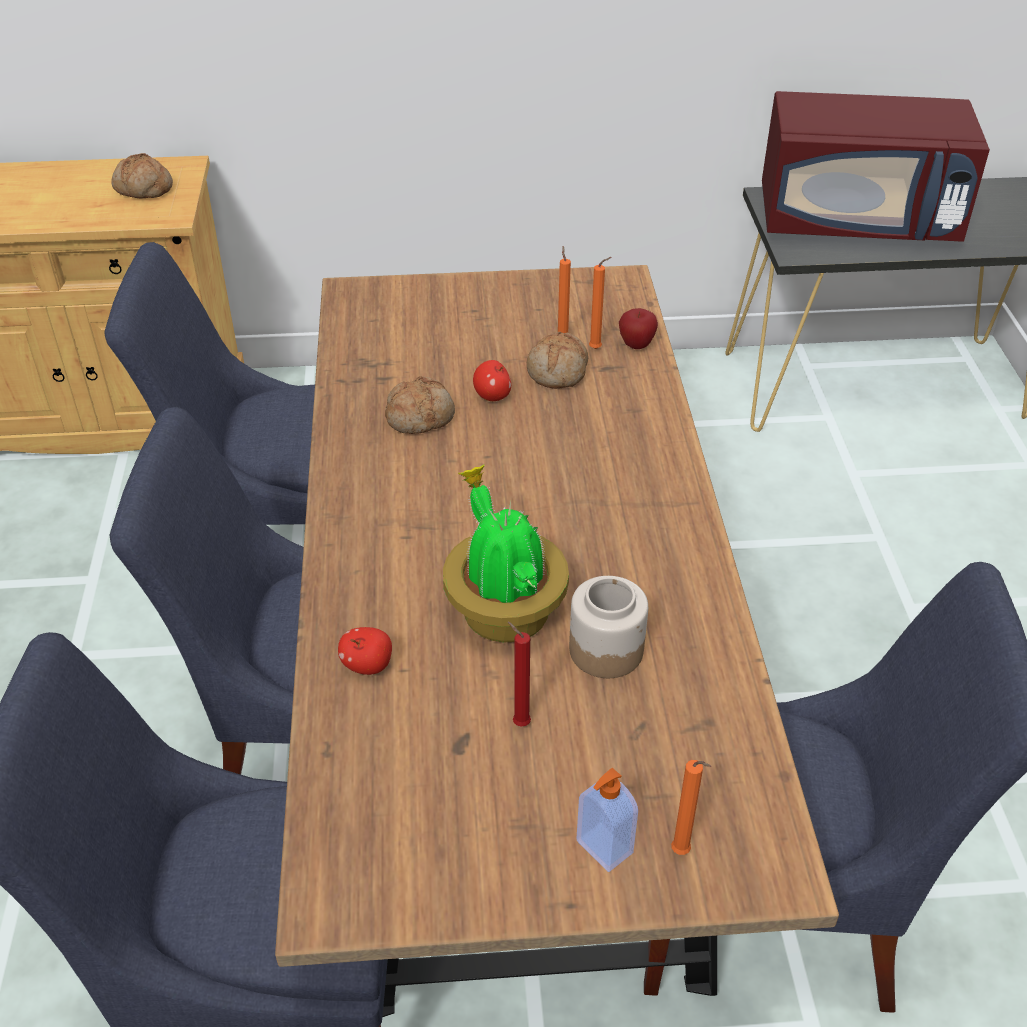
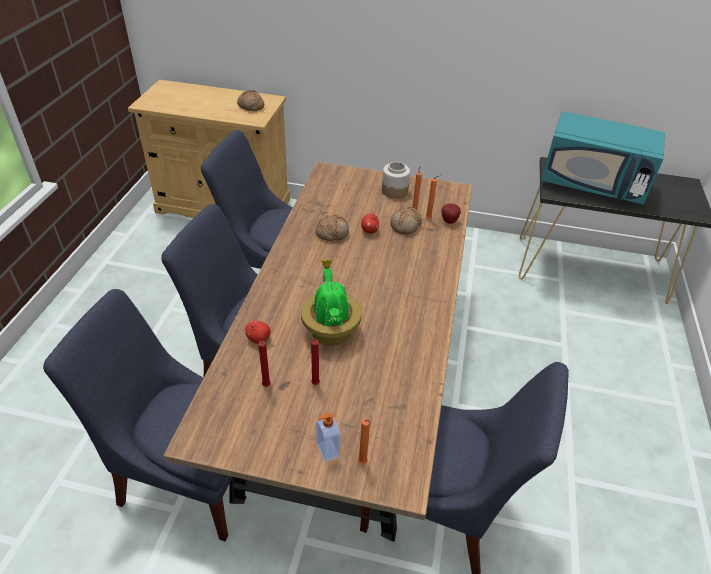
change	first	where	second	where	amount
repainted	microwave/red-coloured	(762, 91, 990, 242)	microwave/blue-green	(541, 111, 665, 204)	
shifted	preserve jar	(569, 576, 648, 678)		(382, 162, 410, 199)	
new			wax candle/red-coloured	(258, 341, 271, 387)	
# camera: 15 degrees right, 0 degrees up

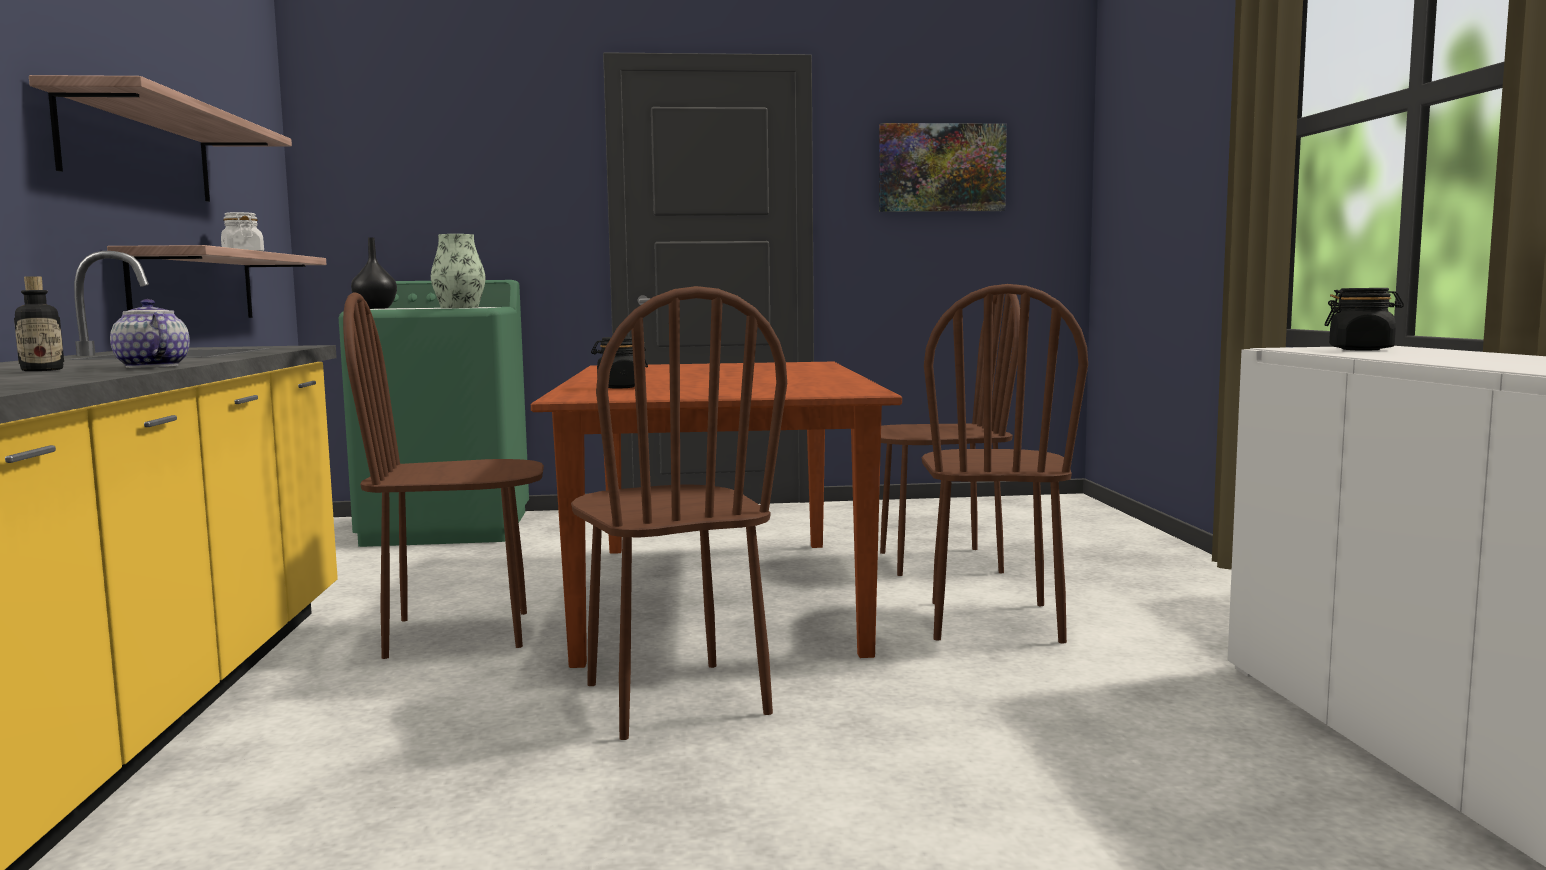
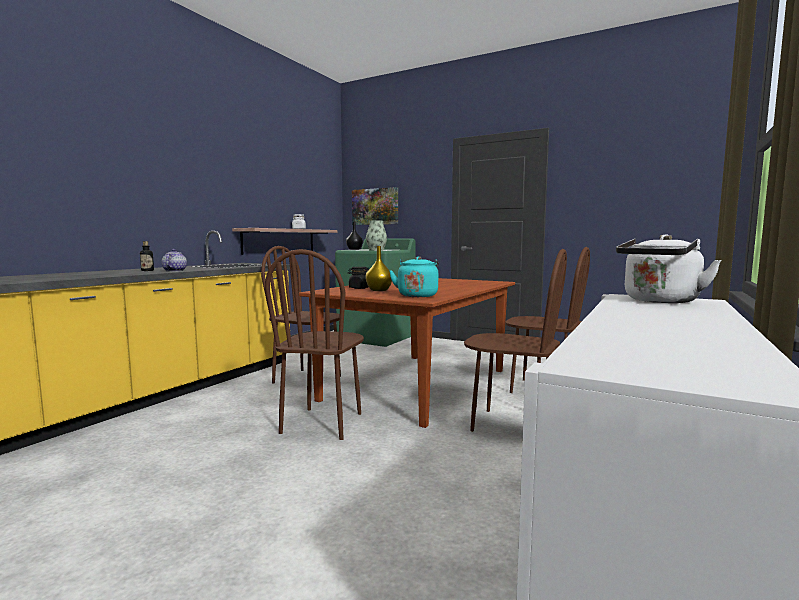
change	first	where	second	where	amount
gone	shelf	(29, 75, 292, 202)			
shifted	wall art	(879, 123, 1007, 212)		(352, 187, 398, 225)	
rotated	upright chair/brown-coloured	(922, 284, 1088, 643)		(464, 249, 567, 432)	105 degrees counterclockwise
swapped	preserve jar/black-coloured	(1324, 288, 1404, 351)	tea kettle/white	(616, 234, 721, 303)	
new			decorative vase/yellow-coloured	(365, 246, 392, 291)	
new			tea kettle/blue-green	(389, 256, 439, 297)	
# camera: 35 degrees right, 0 degrees up

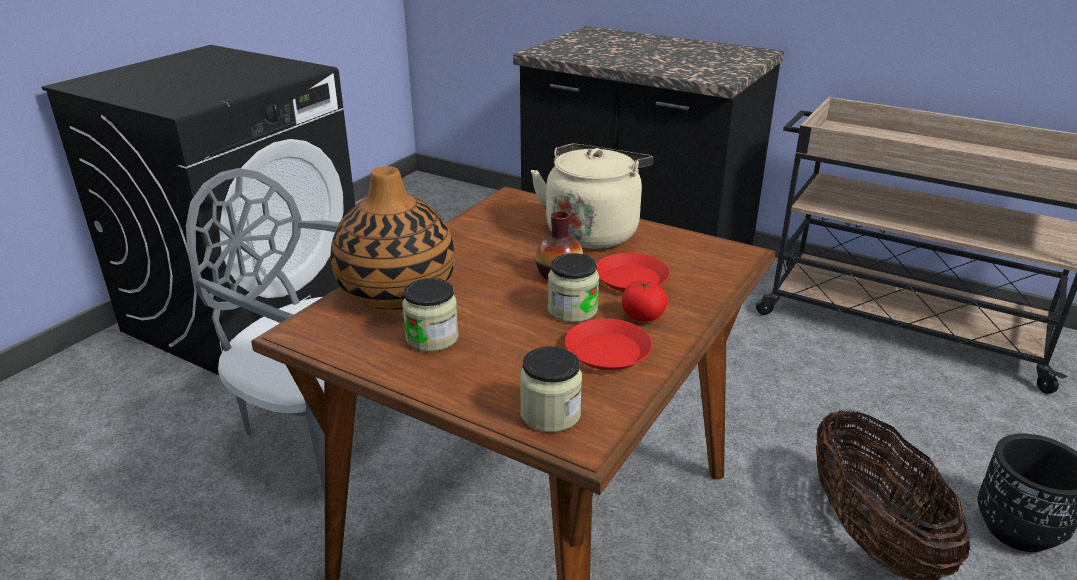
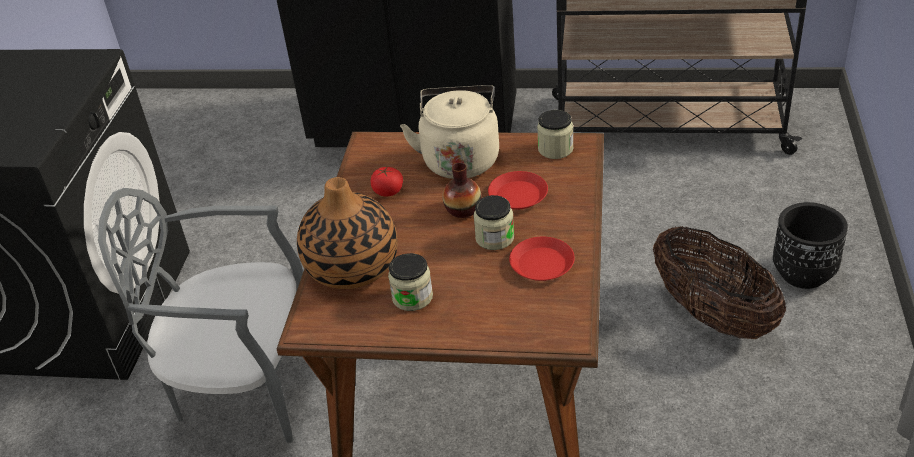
change	first	where	second	where	amount
shifted	tomato	(622, 280, 668, 322)		(371, 167, 403, 197)	
shifted	preserve jar	(520, 347, 582, 432)		(537, 110, 574, 159)	
# camera: 20 degrees left, 10 degrees up

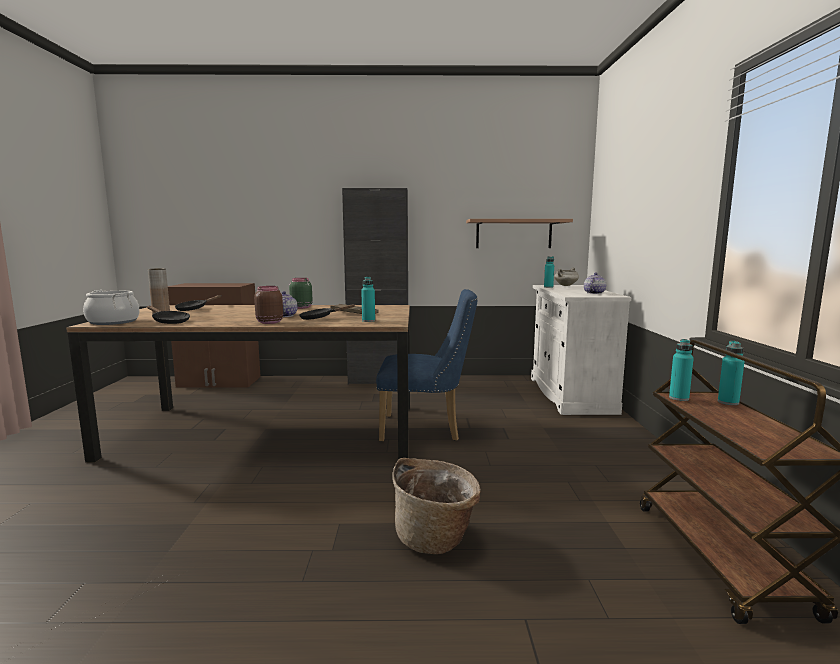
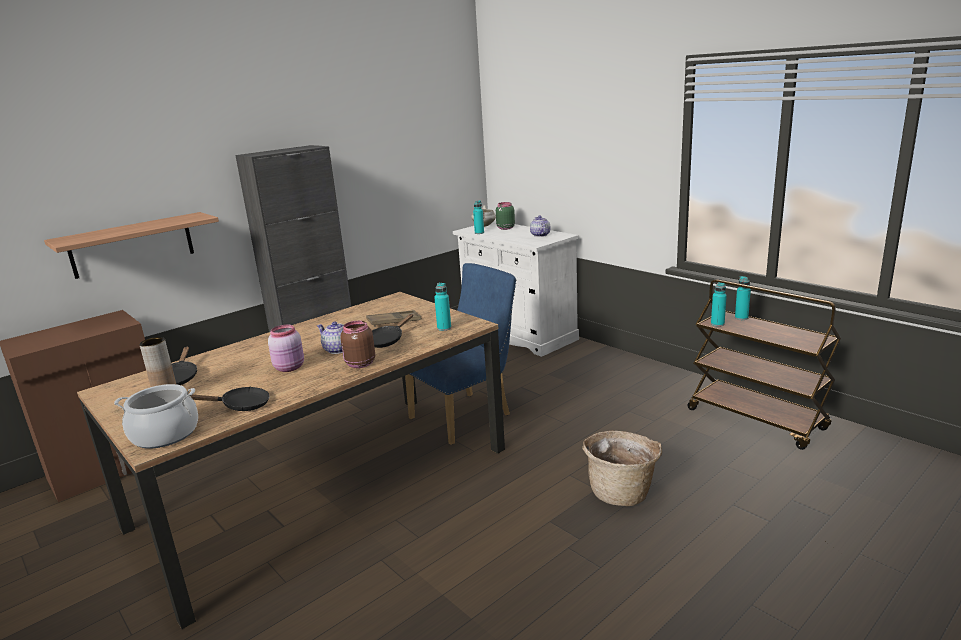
change	first	where	second	where	amount
shifted	shelf	(466, 219, 573, 248)		(44, 212, 219, 279)	
shifted	preserve jar/greenish	(289, 278, 313, 309)		(496, 202, 515, 230)	
new			preserve jar/pink	(268, 325, 304, 372)	
# camera: 40 degrees left, 10 degrees up

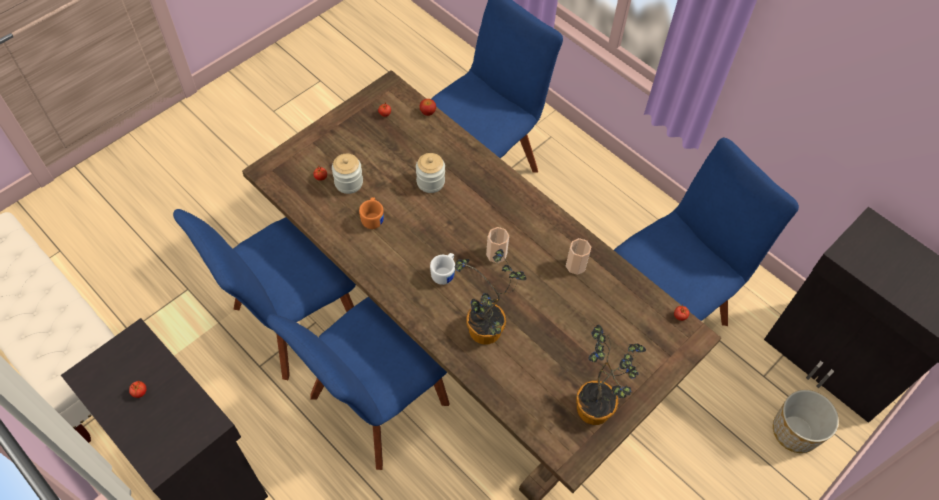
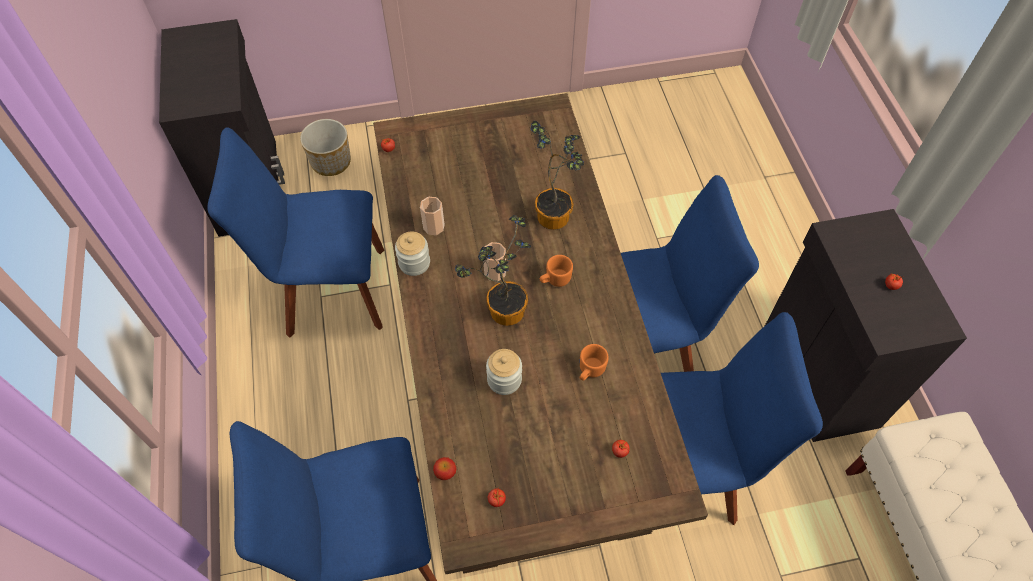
change	first	where	second	where	amount
shifted	preserve jar	(332, 154, 363, 194)		(395, 231, 430, 276)	
repainted	coffee mug/white	(430, 253, 455, 285)	coffee mug/orange-coloured	(539, 255, 573, 287)	
shifted	houseplant	(576, 324, 646, 425)		(455, 215, 531, 326)	
# camera: 145 degrees left, 0 degrees up

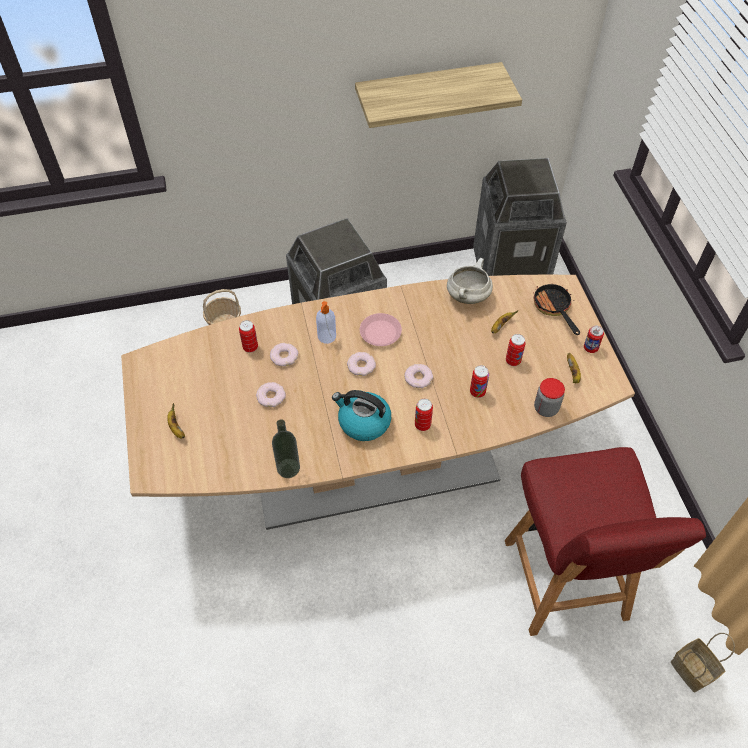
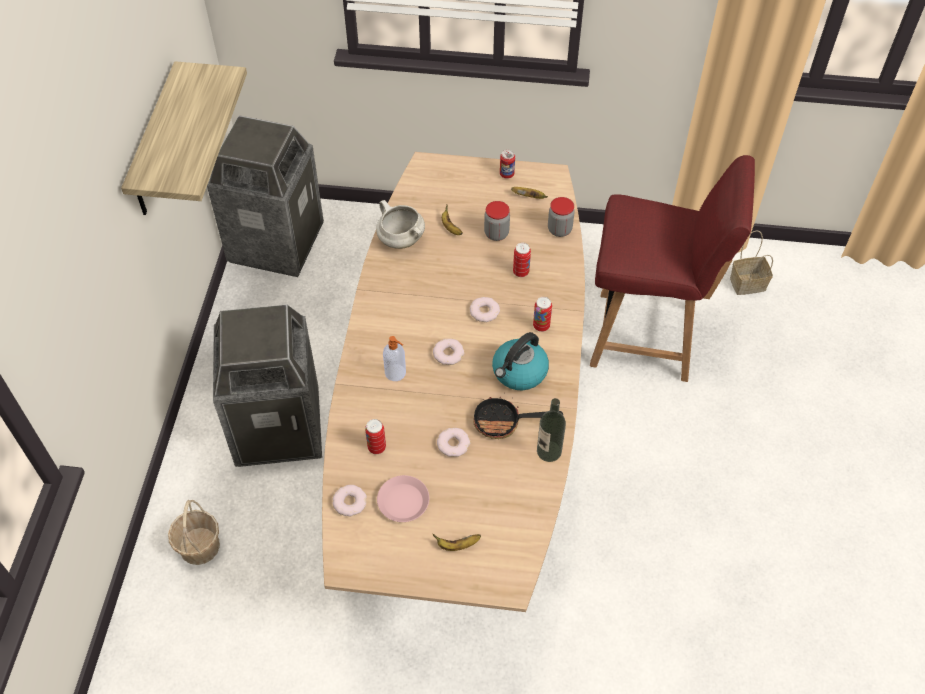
change	first	where	second	where	amount
shifted	frying pan	(533, 281, 580, 335)		(473, 397, 563, 439)	
shifted	flat dish/pink	(360, 313, 402, 346)		(377, 475, 429, 522)	
swapped	sealed can	(506, 334, 526, 366)	preserve jar	(484, 201, 510, 241)	
shifted	ring doughnut	(270, 343, 298, 366)		(333, 485, 367, 516)	
# camera: 70 degrees left, 0 degrees up

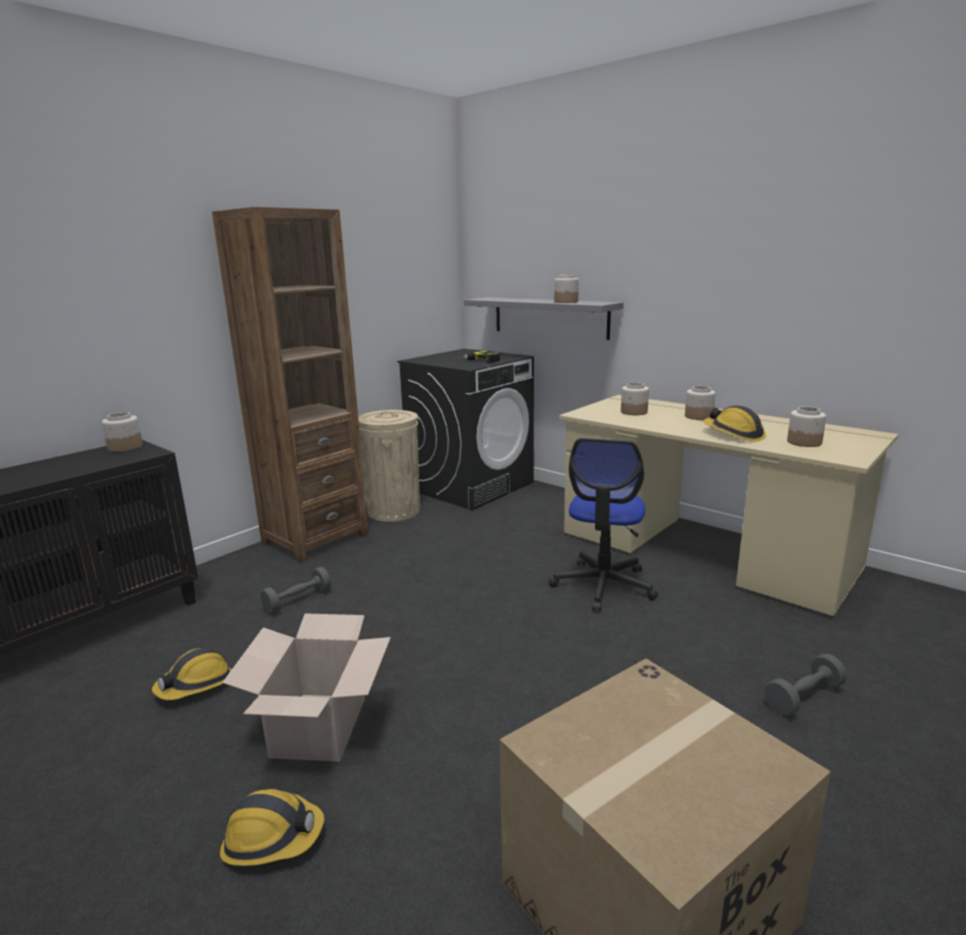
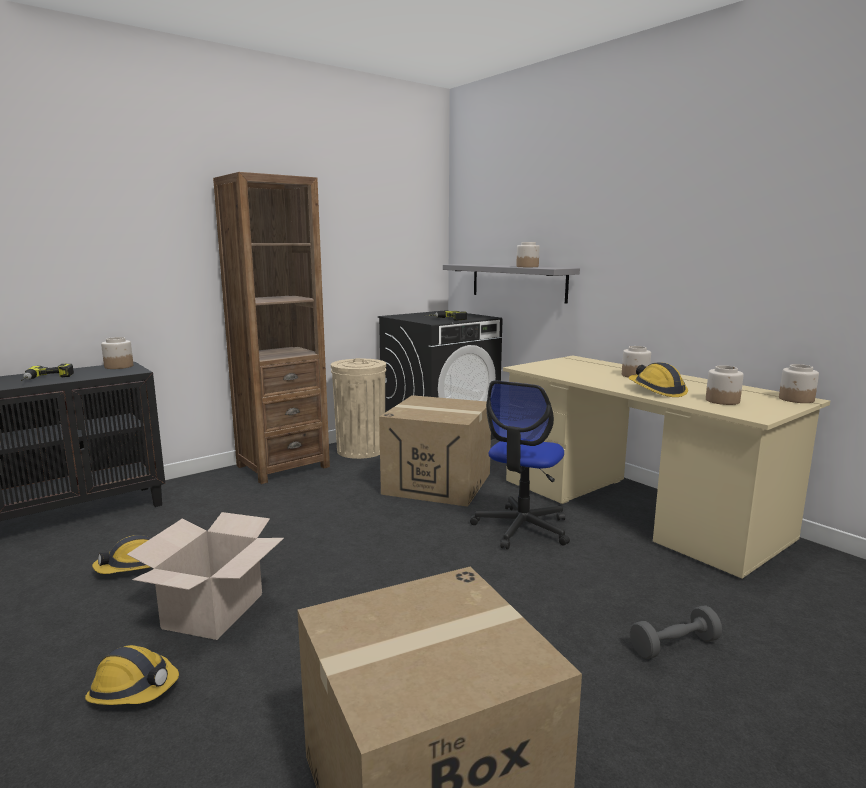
change	first	where	second	where	amount
shifted	preserve jar	(621, 382, 649, 415)		(779, 364, 819, 403)	
gone	dumbbell/gray	(260, 567, 331, 614)			
new			power drill	(20, 363, 74, 381)	
new			cardboard box	(379, 395, 491, 507)	
# camera: 10 degrees right, 5 degrees down

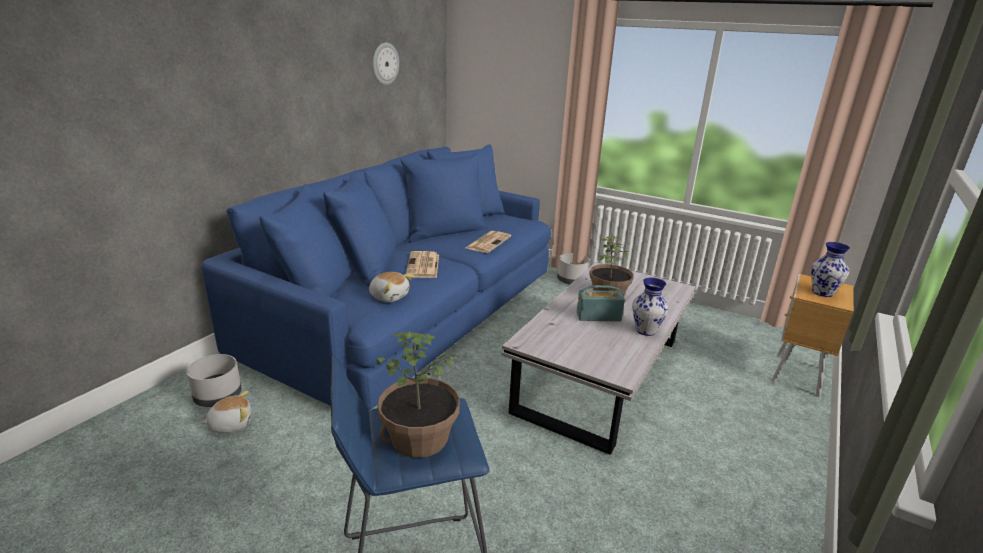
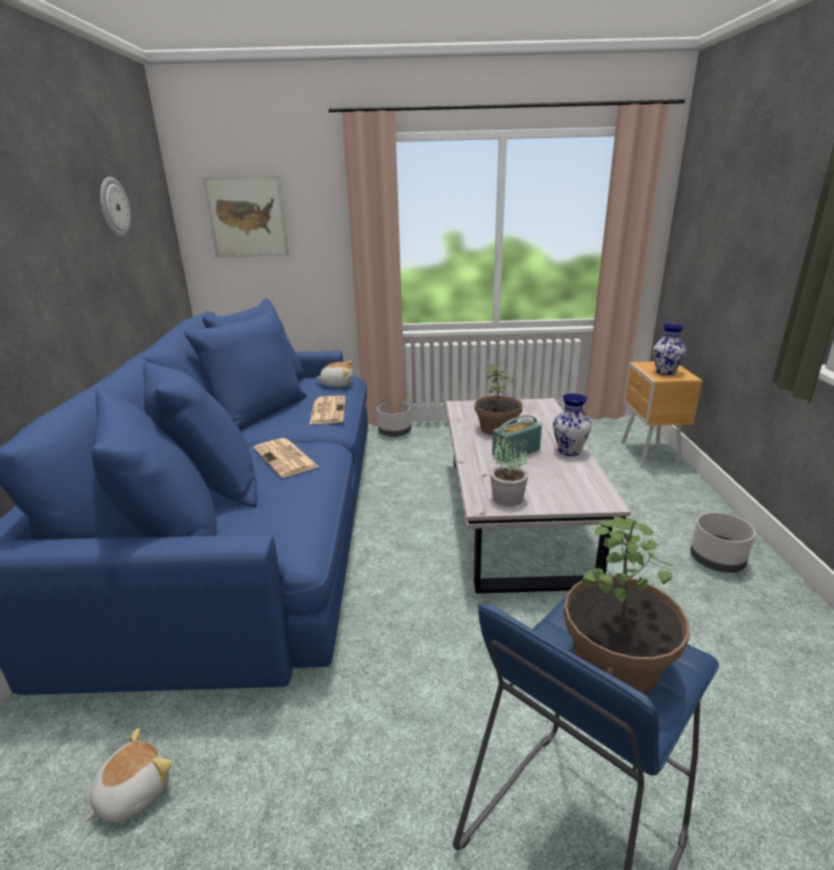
change	first	where	second	where	amount
shifted	plush toy	(369, 272, 413, 302)		(316, 361, 353, 387)	
shifted	plant pot/gray	(187, 354, 242, 407)		(690, 512, 755, 573)	
new			wall art	(202, 175, 289, 257)	
new			houseplant	(490, 435, 528, 506)	
# camera: 30 degrees left, 0 degrees up

